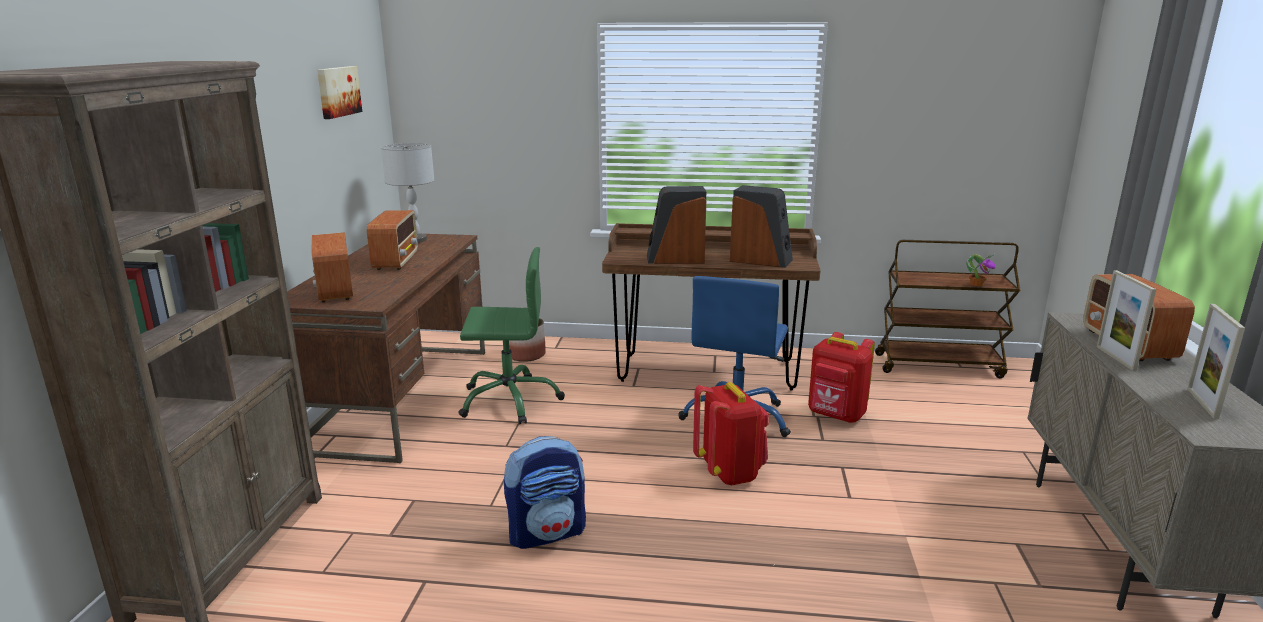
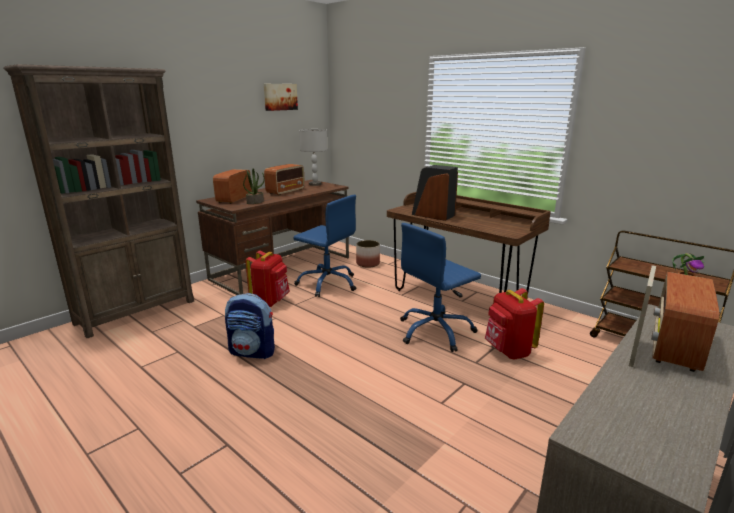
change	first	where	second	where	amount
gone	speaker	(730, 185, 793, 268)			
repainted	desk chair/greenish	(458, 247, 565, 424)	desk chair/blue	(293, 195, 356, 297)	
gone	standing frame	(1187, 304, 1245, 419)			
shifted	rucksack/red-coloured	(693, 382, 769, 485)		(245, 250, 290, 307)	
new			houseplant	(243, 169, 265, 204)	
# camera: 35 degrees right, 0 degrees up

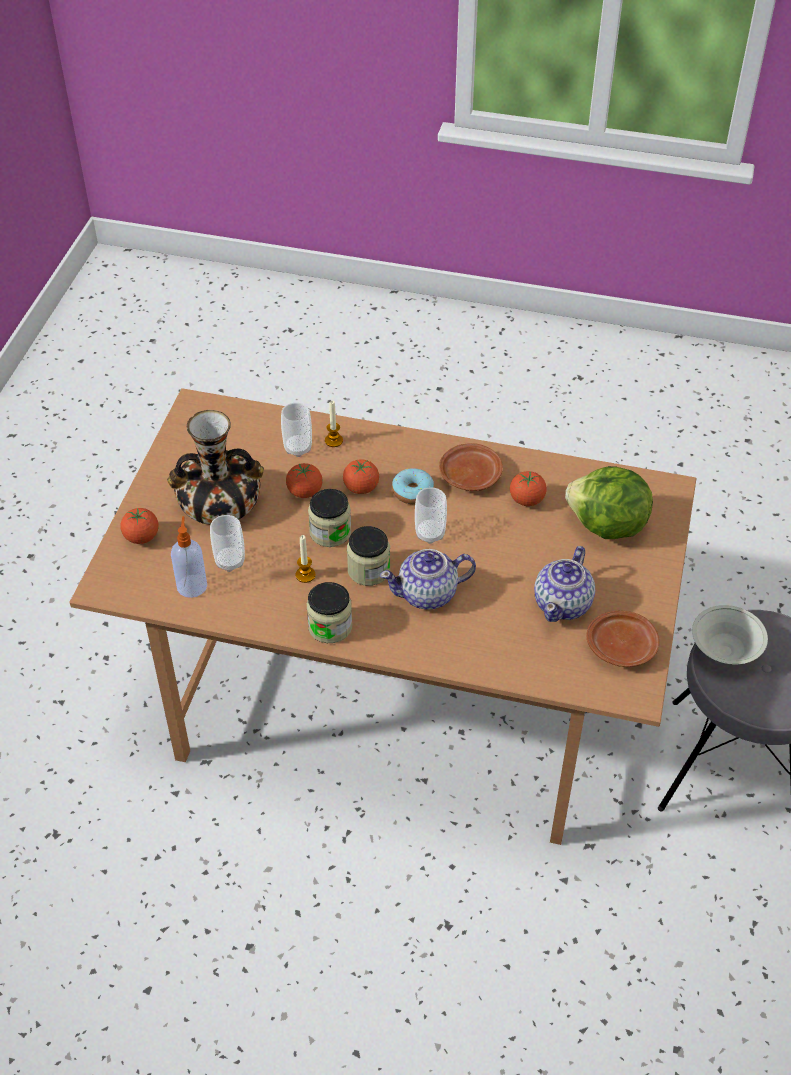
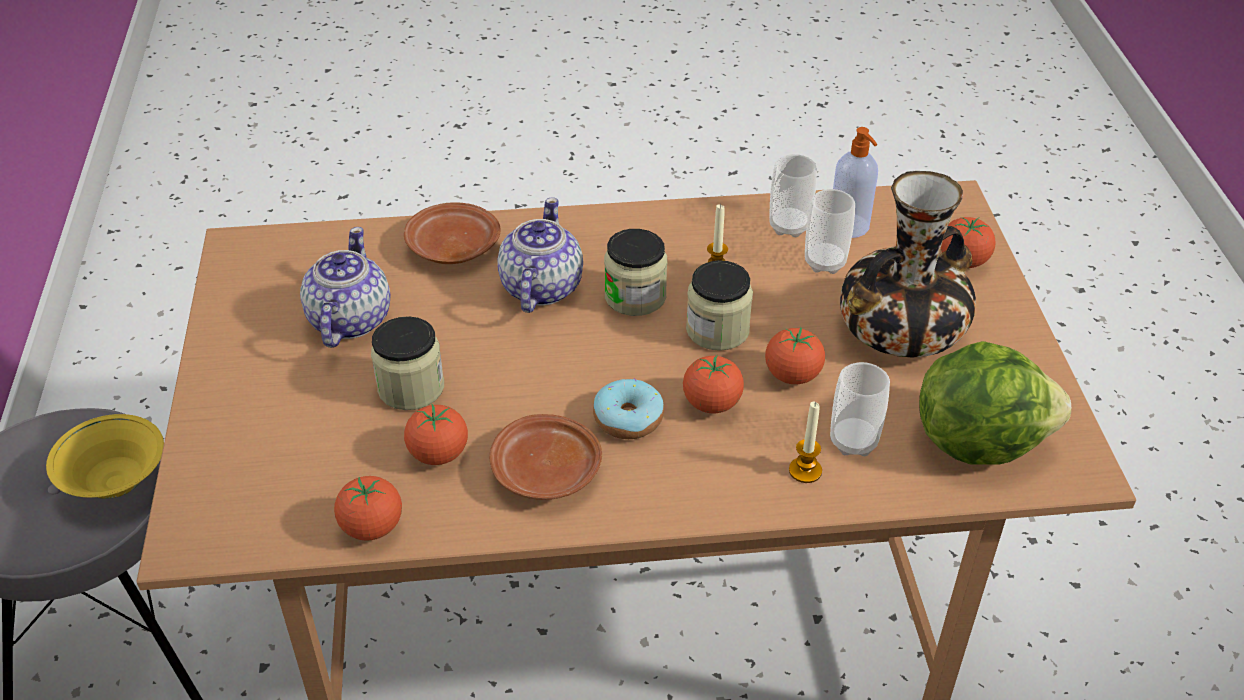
change	first	where	second	where	amount
shifted	lettuce head	(565, 466, 653, 539)		(919, 341, 1071, 465)	
shifted	cup	(415, 487, 447, 544)		(770, 154, 817, 237)	
rotated	pot for tea	(380, 549, 476, 610)		(497, 197, 583, 313)	45 degrees counterclockwise
shifted	preserve jar	(307, 582, 352, 643)		(371, 316, 444, 410)	
repainted	deep dish/white	(692, 605, 768, 664)	deep dish/yellow-coloured	(46, 414, 164, 499)	
shifted	flat dish/brown-coloured	(586, 611, 660, 667)		(404, 203, 501, 264)	
new			tomato	(334, 476, 402, 541)	
# camera: 160 degrees right, 5 degrees down

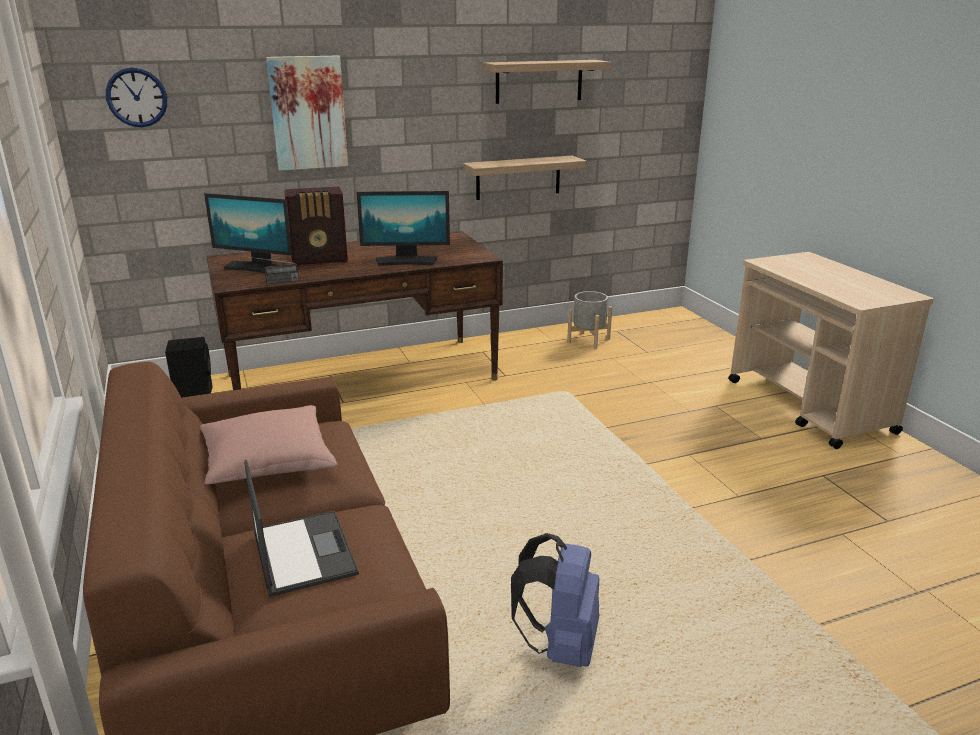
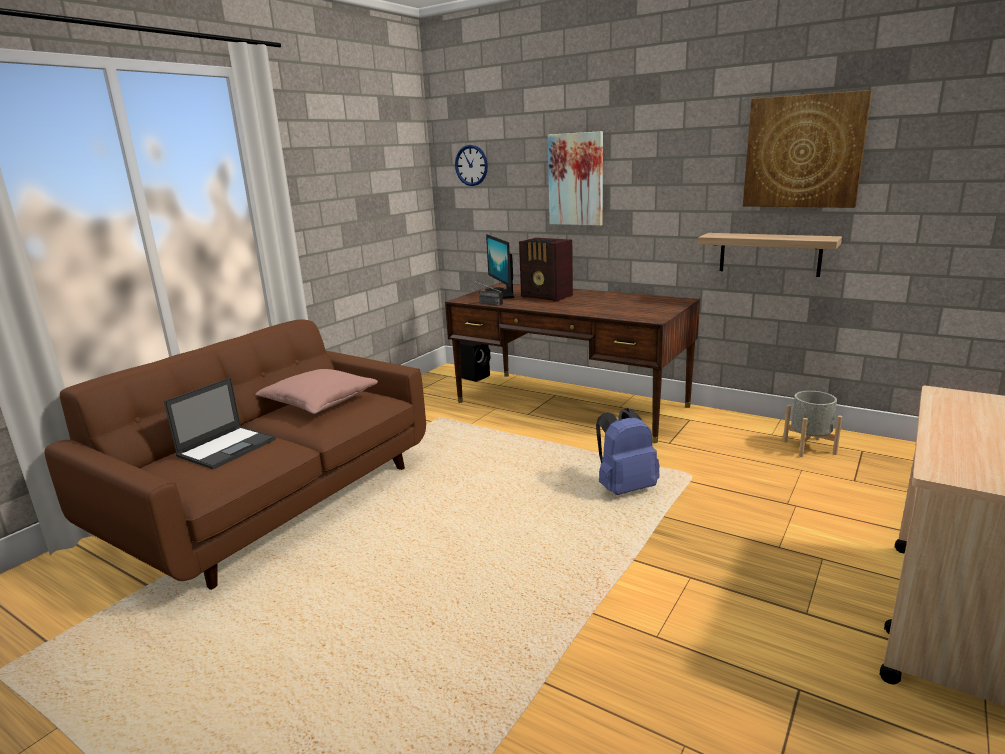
change	first	where	second	where	amount
swapped	shelf	(482, 60, 611, 104)	wall art	(743, 90, 872, 208)	
gone	monitor	(357, 191, 450, 266)			
shifted	rucksack/blue	(511, 533, 600, 667)		(596, 408, 659, 495)	
# camera: 55 degrees right, 5 degrees down

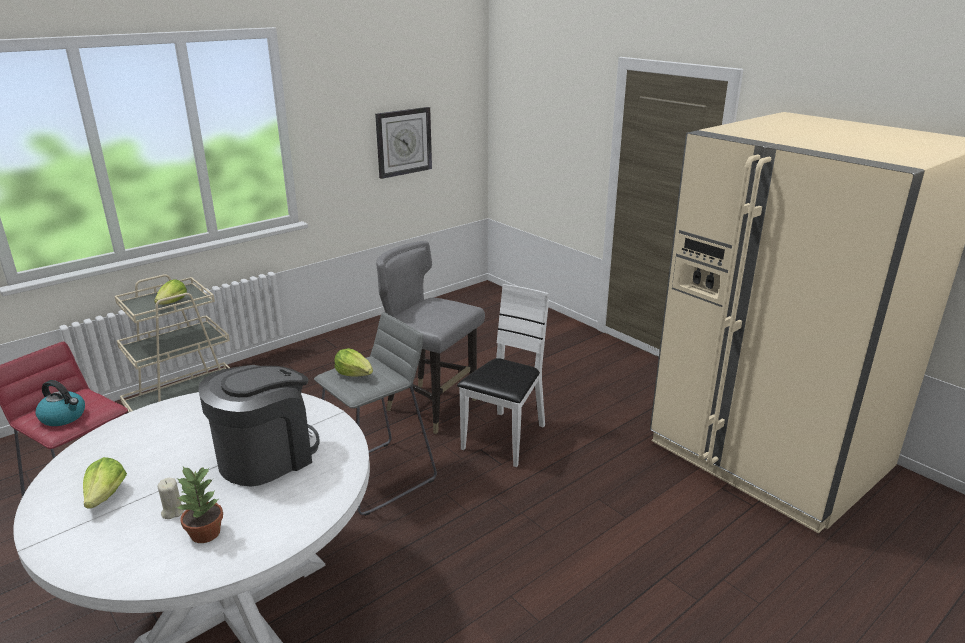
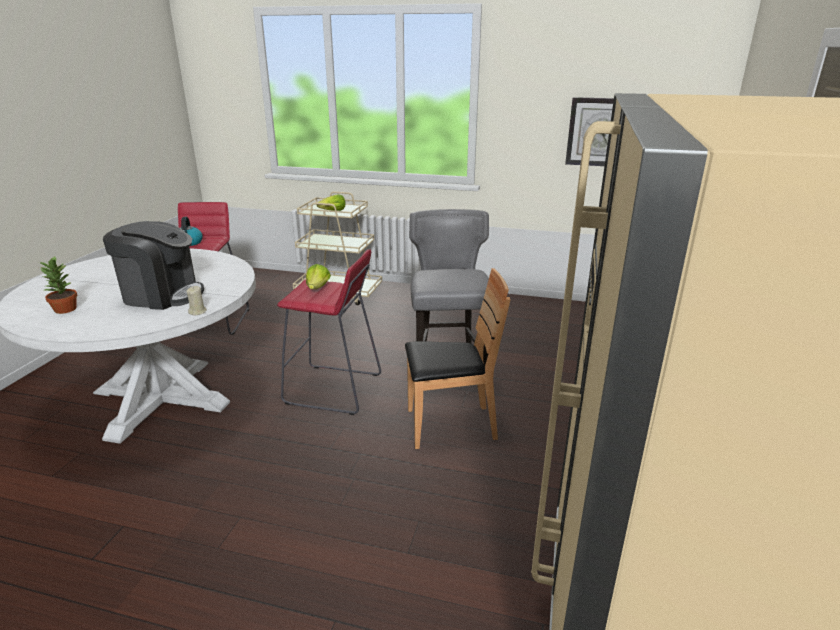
change	first	where	second	where	amount
repainted	upright chair/white	(457, 284, 549, 467)	upright chair/brown-coloured	(405, 268, 510, 449)	
repainted	stool/gray	(314, 312, 437, 516)	stool/red-coloured	(277, 249, 381, 415)	
gone	lettuce head	(83, 457, 127, 509)			
shifted	wax candle/beige-coloured	(157, 478, 184, 519)		(186, 286, 207, 316)	
# camera: 55 degrees right, 0 degrees up

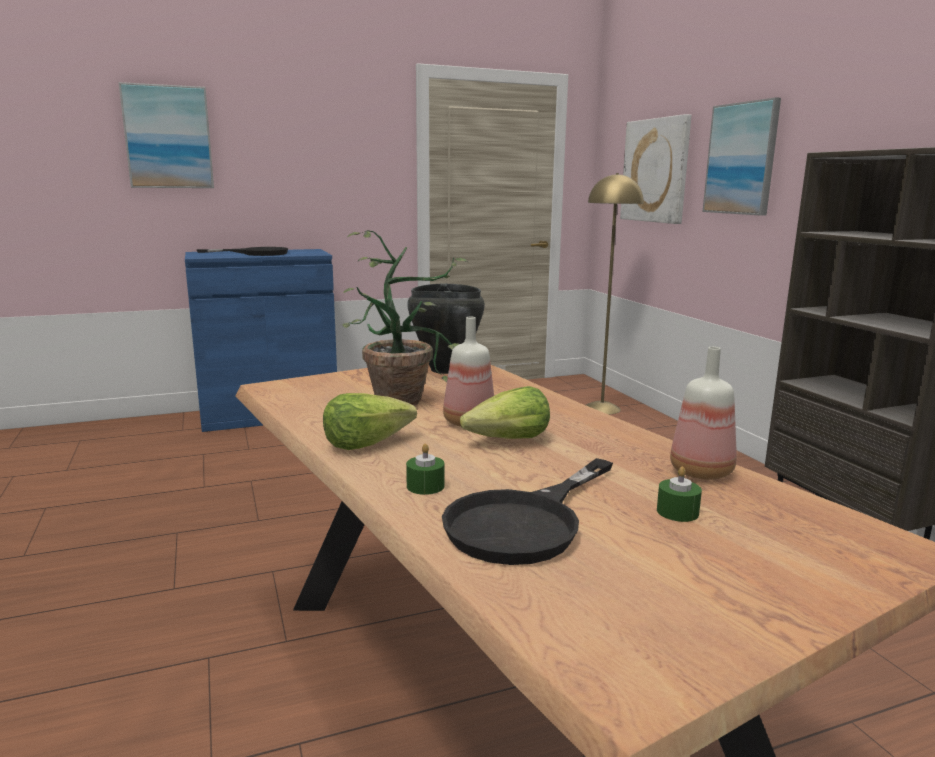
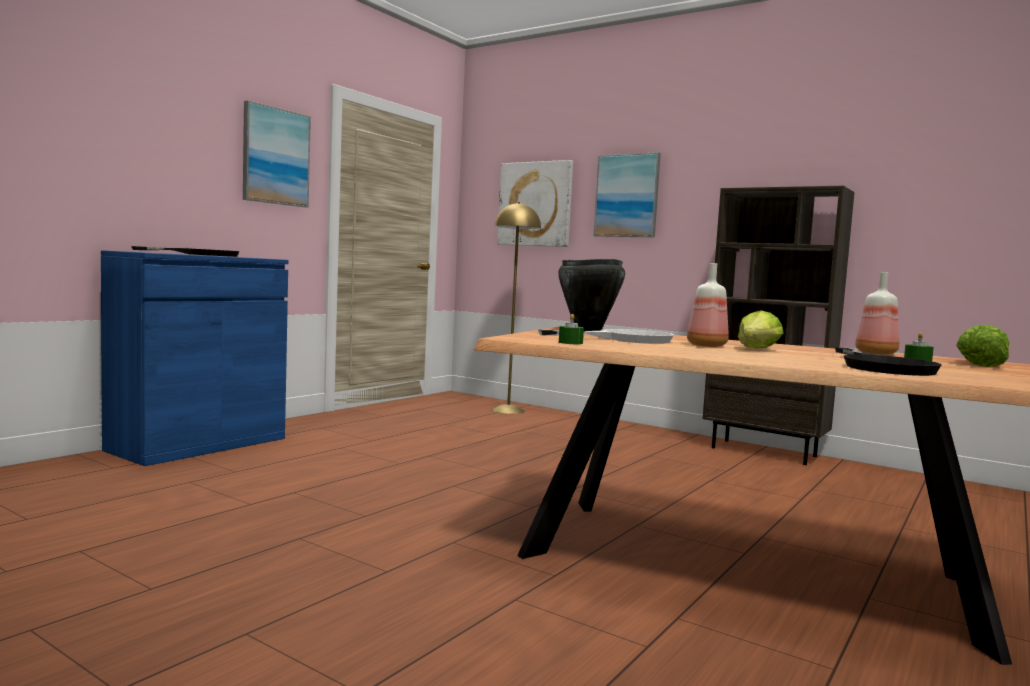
change	first	where	second	where	amount
shifted	wall art	(119, 82, 214, 188)		(243, 100, 311, 207)	
swapped	houseplant	(342, 230, 469, 405)	frying pan/white	(538, 329, 674, 344)	
shifted	lettuce head	(323, 393, 417, 450)		(956, 325, 1009, 367)	
shifted	wax candle/greenish	(406, 444, 445, 495)		(559, 314, 584, 344)	
# camera: 35 degrees left, 10 degrees down

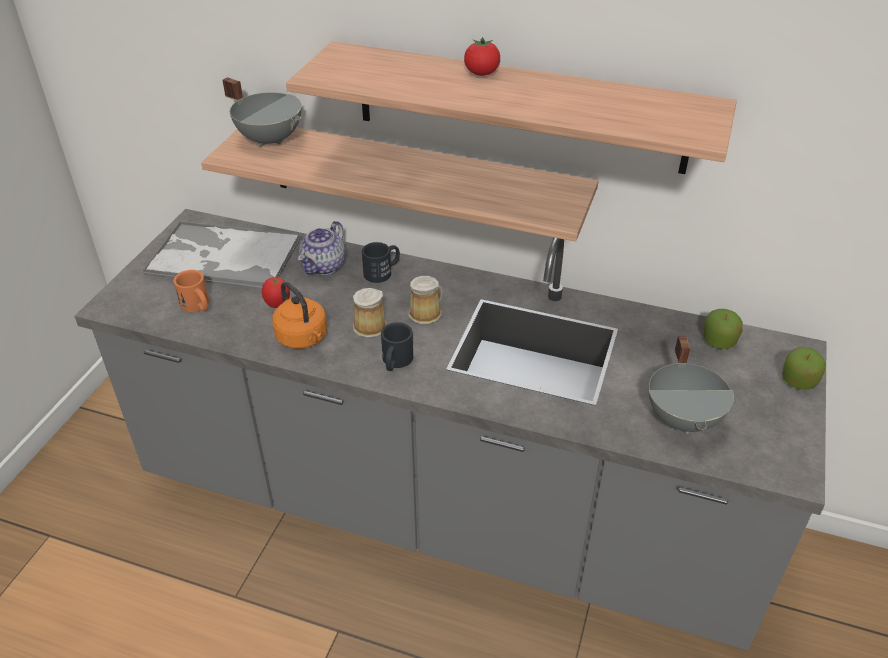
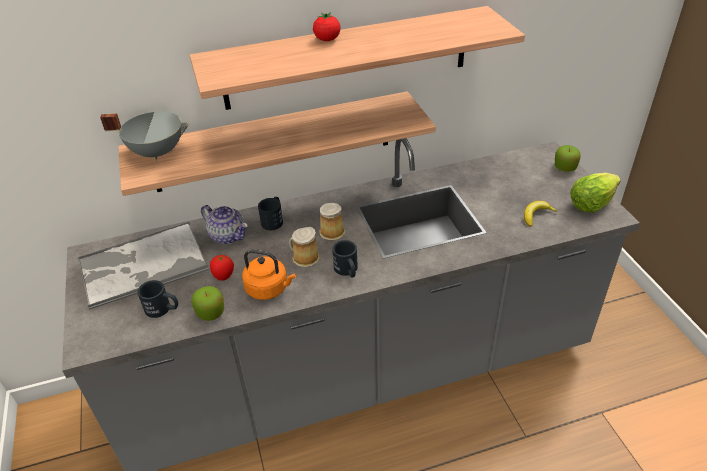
change	first	where	second	where	amount
rotated	pot for tea	(298, 221, 345, 275)		(201, 205, 248, 244)	45 degrees counterclockwise
repainted	coffee mug/orange-coloured	(173, 270, 209, 312)	coffee mug/black-coloured	(137, 280, 178, 318)	
shifted	apple fruit	(704, 309, 743, 349)		(191, 286, 224, 321)	
swapped	stockpot/gray	(649, 336, 734, 434)	whole banana	(524, 201, 558, 227)	
new			lettuce head	(570, 173, 621, 213)	
# camera: 35 degrees left, 0 degrees up

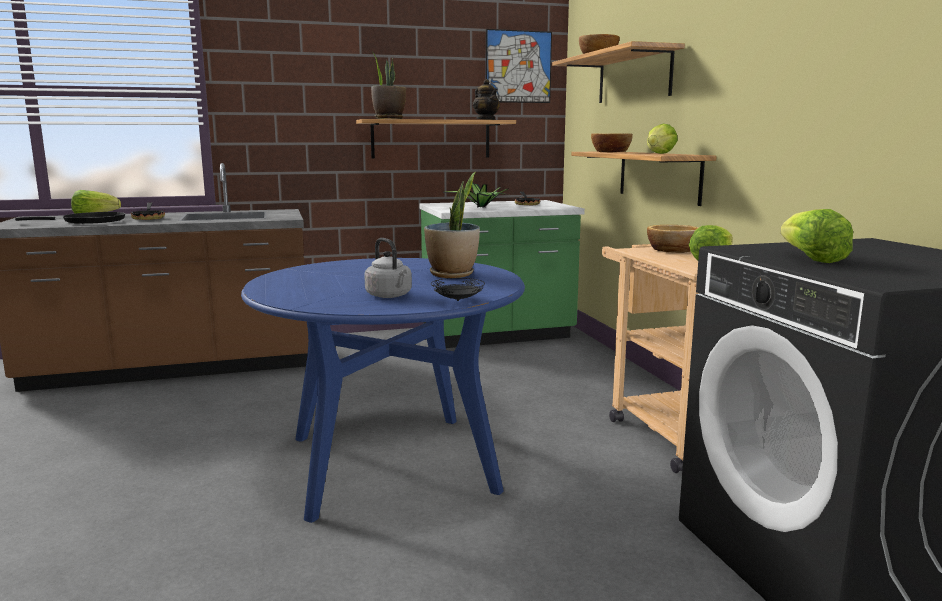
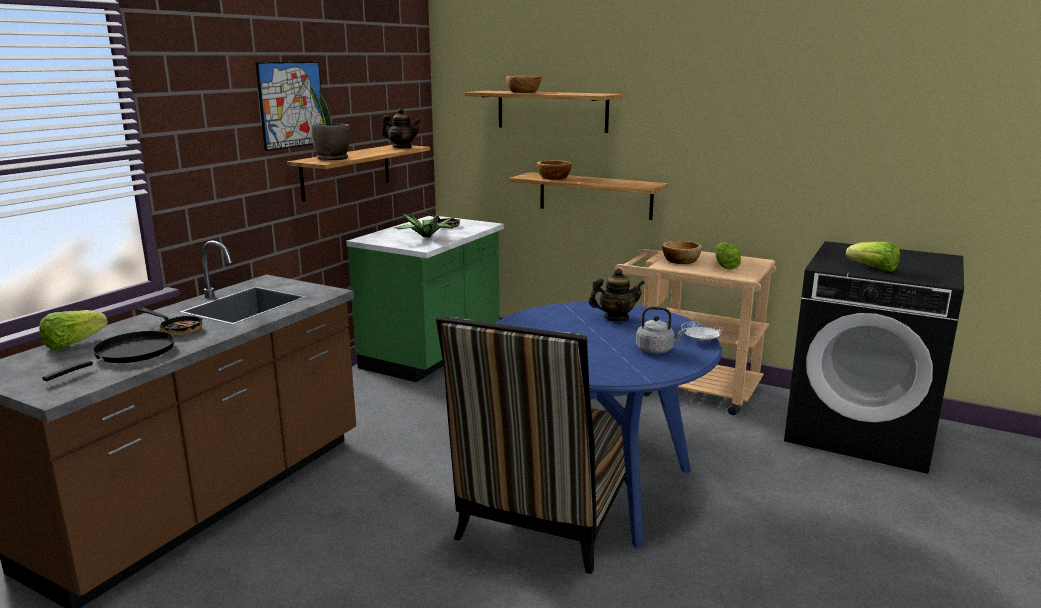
change	first	where	second	where	amount
shifted	wall art	(486, 29, 552, 103)		(256, 62, 323, 151)	
gone	lettuce head	(647, 124, 678, 154)			
swapped	houseplant	(424, 172, 480, 278)	pot for tea	(589, 268, 645, 321)	
repainted	flat dish/black-coloured	(431, 278, 485, 301)	flat dish/white	(681, 321, 723, 341)	
new			upright chair	(436, 316, 627, 574)	
# camera: 45 degrees left, 5 degrees up

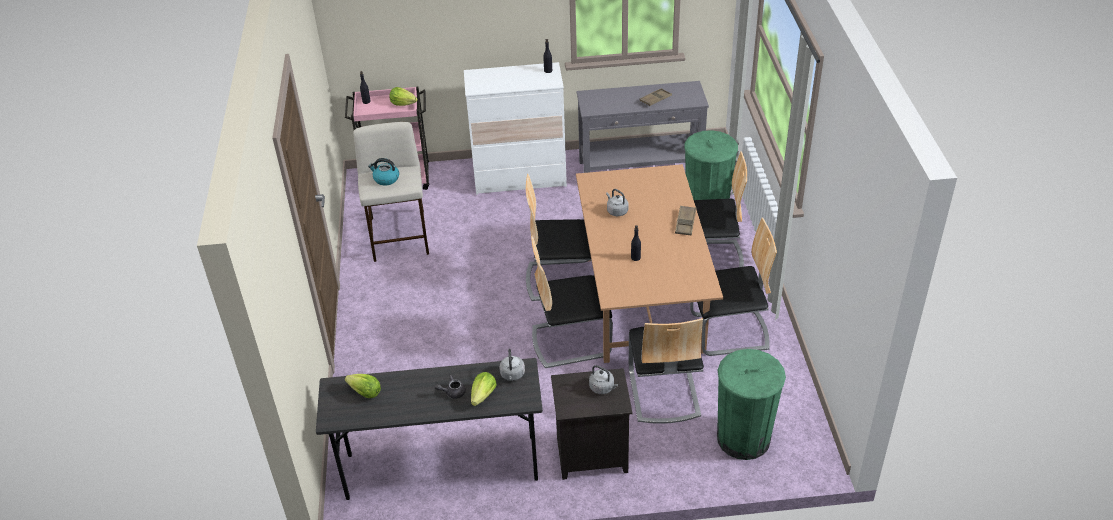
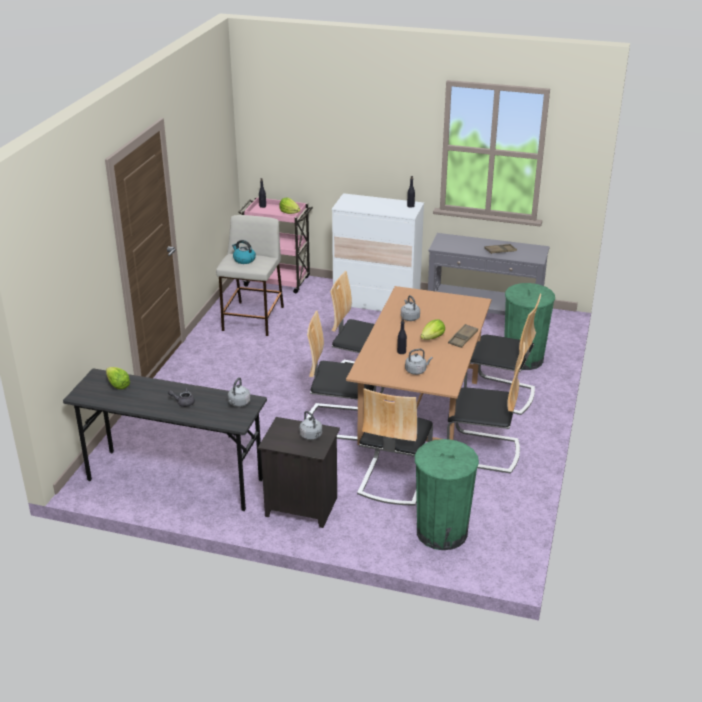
change	first	where	second	where	amount
shifted	lettuce head	(471, 372, 497, 406)		(421, 319, 445, 340)	
new			tea kettle/gray	(405, 349, 433, 375)	
# camera: 20 degrees right, 10 degrees down

